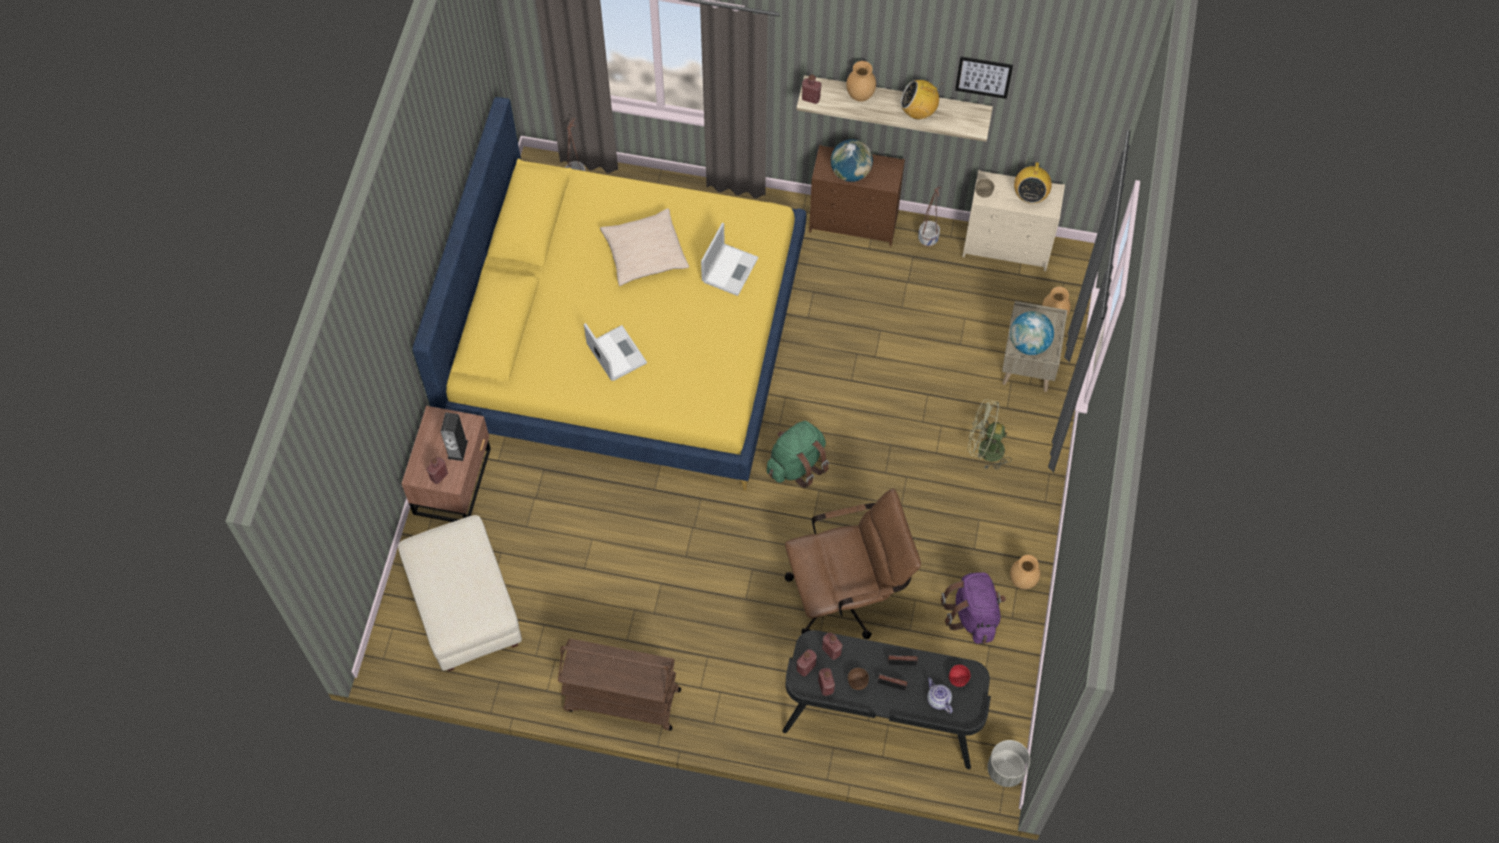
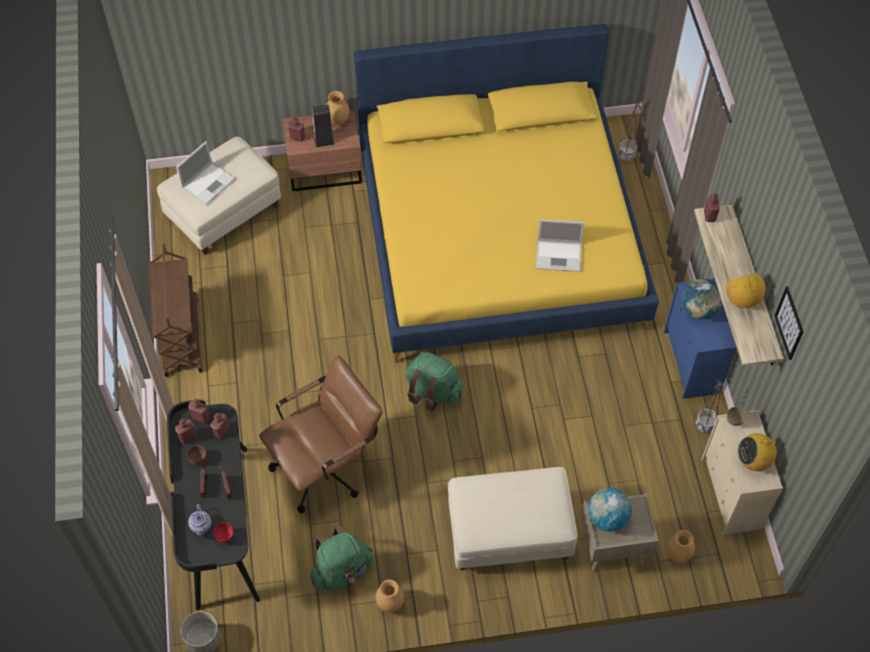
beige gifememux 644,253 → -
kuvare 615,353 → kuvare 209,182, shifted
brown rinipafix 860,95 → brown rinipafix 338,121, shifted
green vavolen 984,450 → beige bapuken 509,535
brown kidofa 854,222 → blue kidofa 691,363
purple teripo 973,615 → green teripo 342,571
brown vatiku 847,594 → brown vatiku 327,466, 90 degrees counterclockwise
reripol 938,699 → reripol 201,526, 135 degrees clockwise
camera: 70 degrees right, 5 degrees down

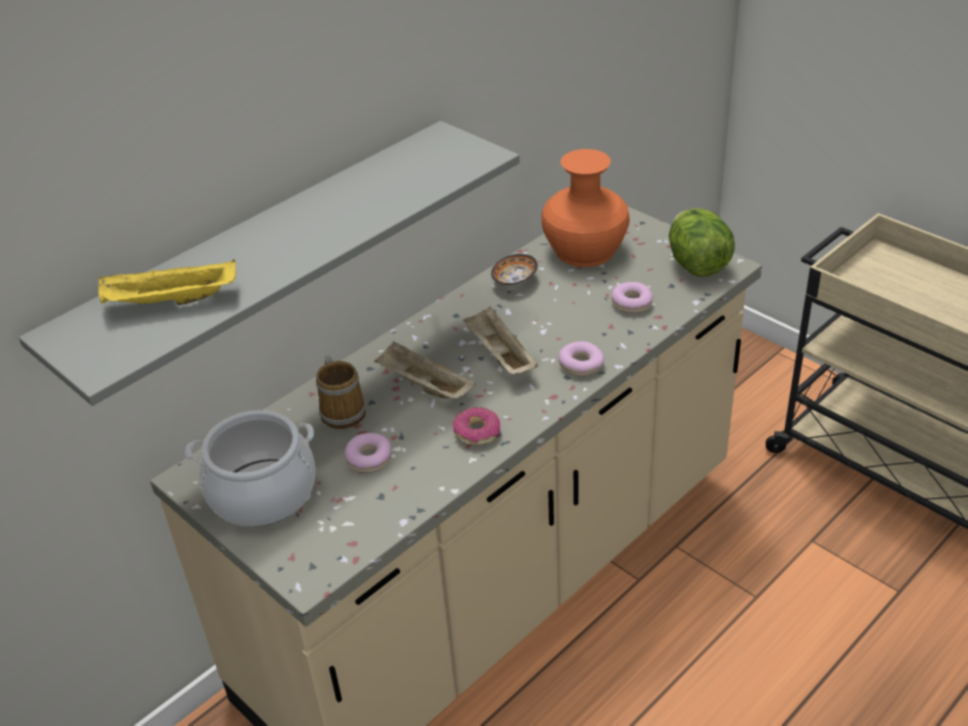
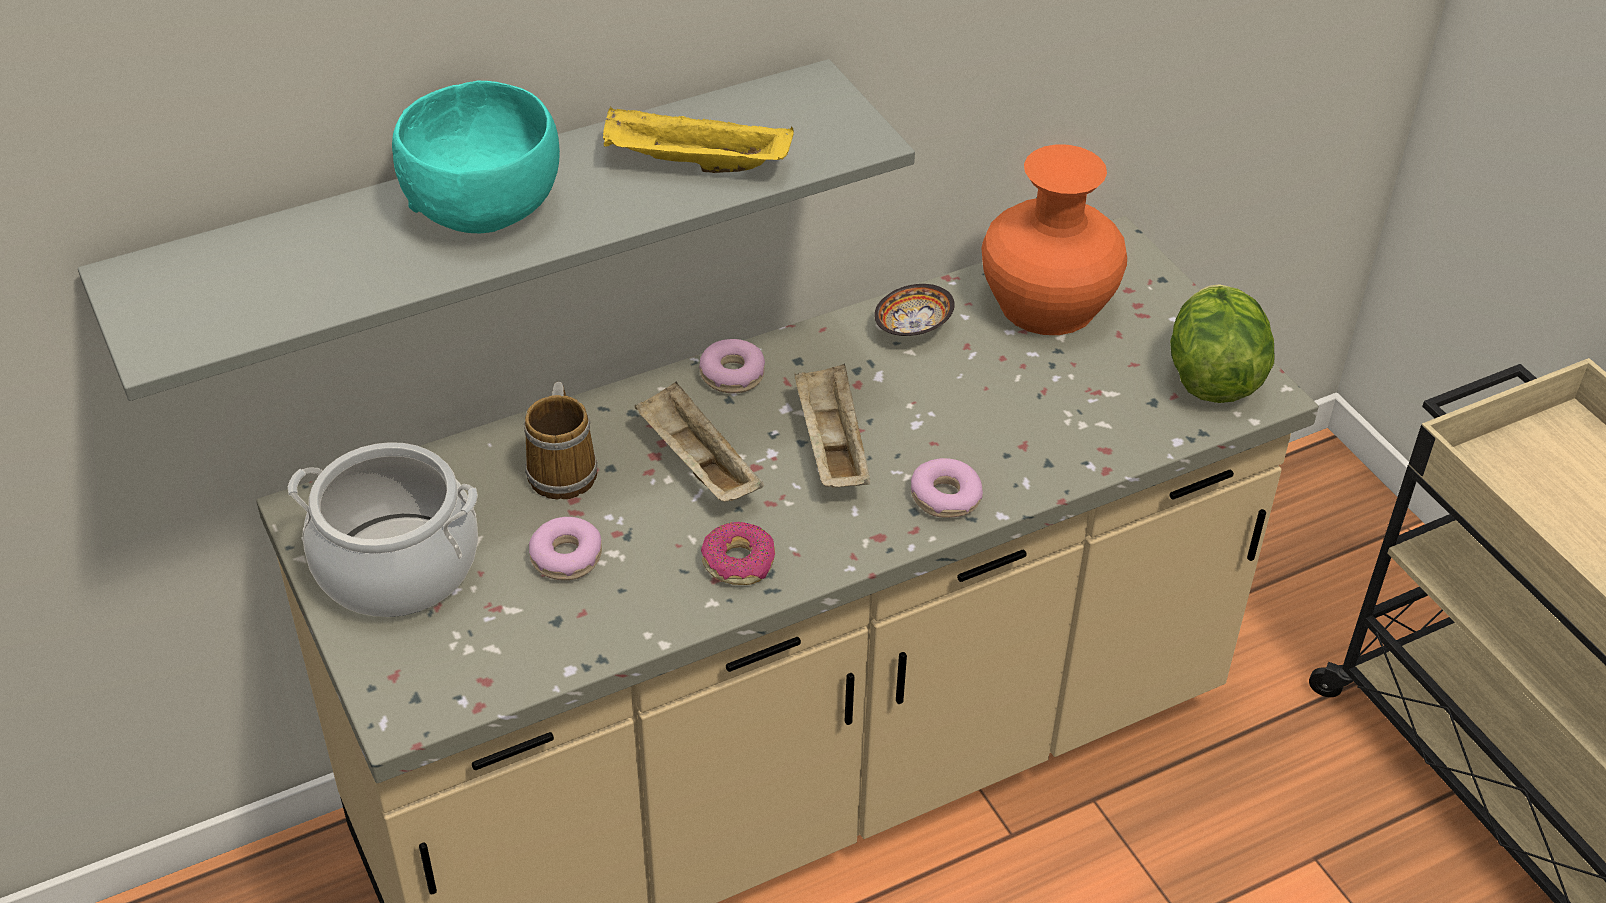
- → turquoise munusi 485,206
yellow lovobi 170,302 → yellow lovobi 694,165, shifted
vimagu 631,303 → vimagu 732,374, shifted
camera: 15 degrees right, 5 degrees up

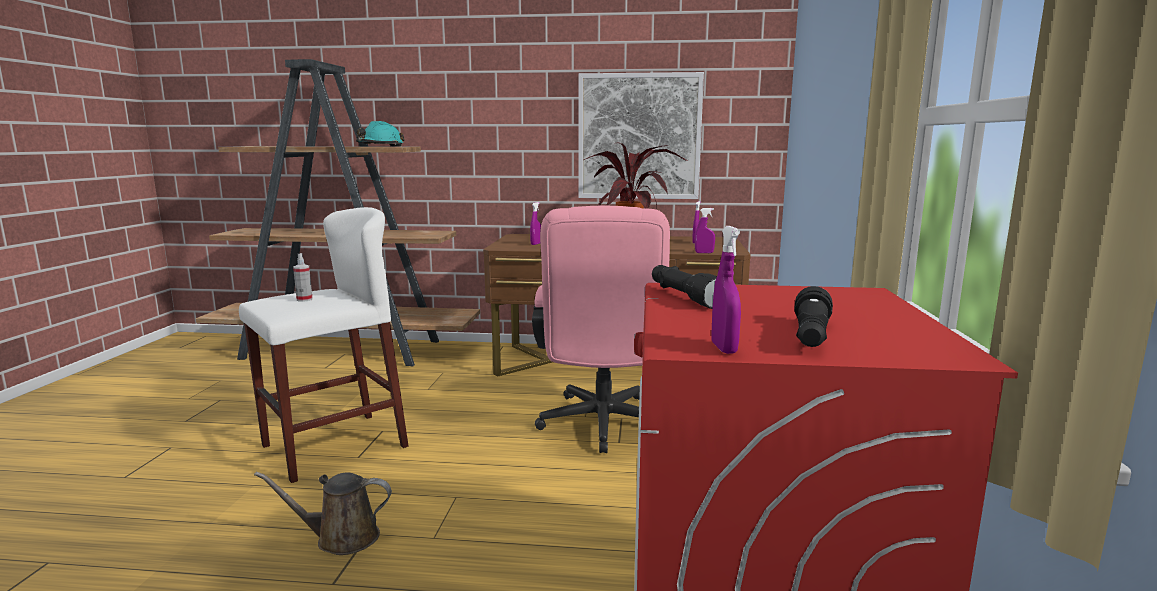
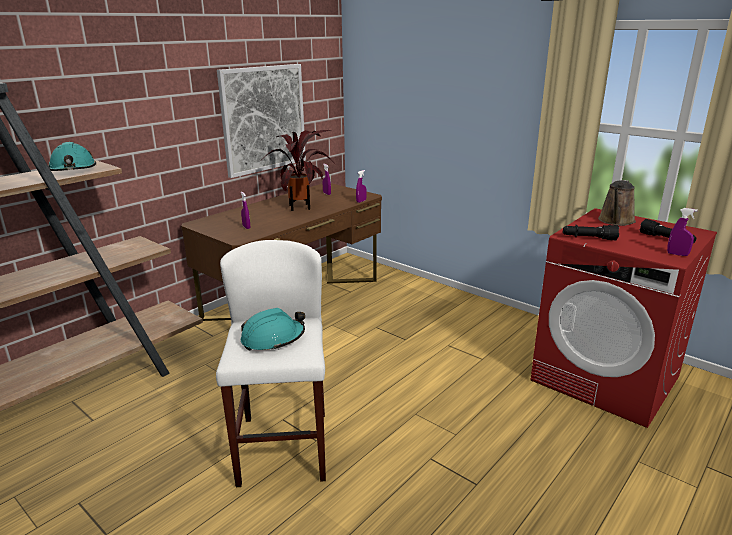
pink vatiku 602,427 → -
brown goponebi 341,538 → brown goponebi 616,221, shifted
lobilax 304,299 → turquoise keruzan 273,339
camera: 55 degrees left, 10 degrees up

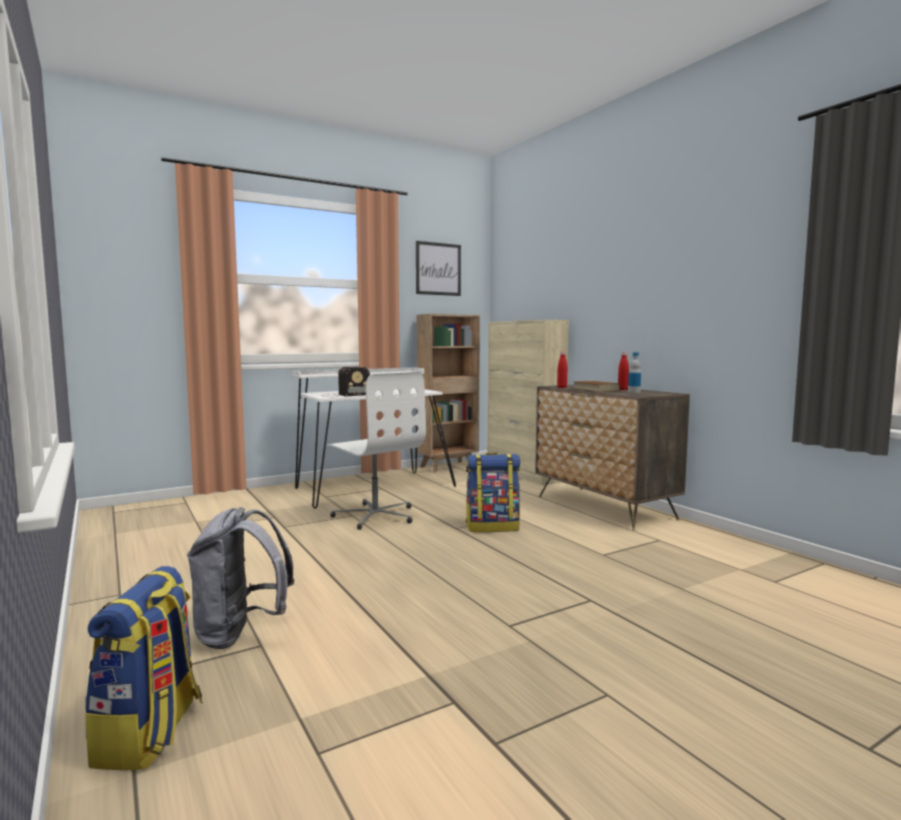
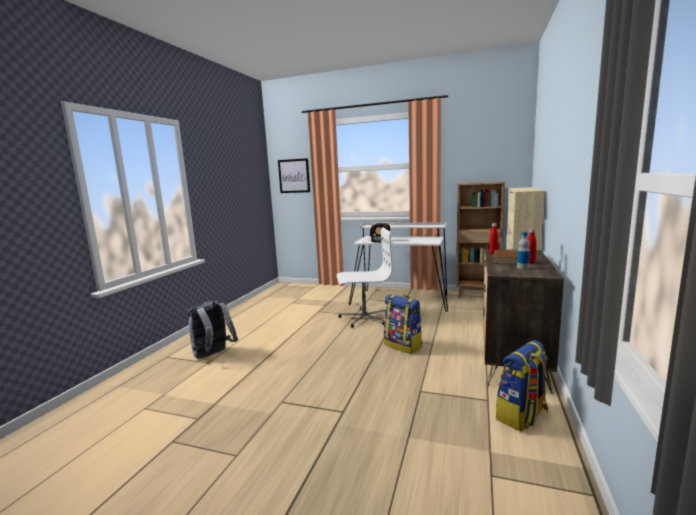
teripo 150,733 → teripo 522,416, shifted
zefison 438,269 → zefison 294,176, shifted
white vatiku 375,516 → white vatiku 364,318, 105 degrees counterclockwise
camera: 50 degrees right, 5 degrees up

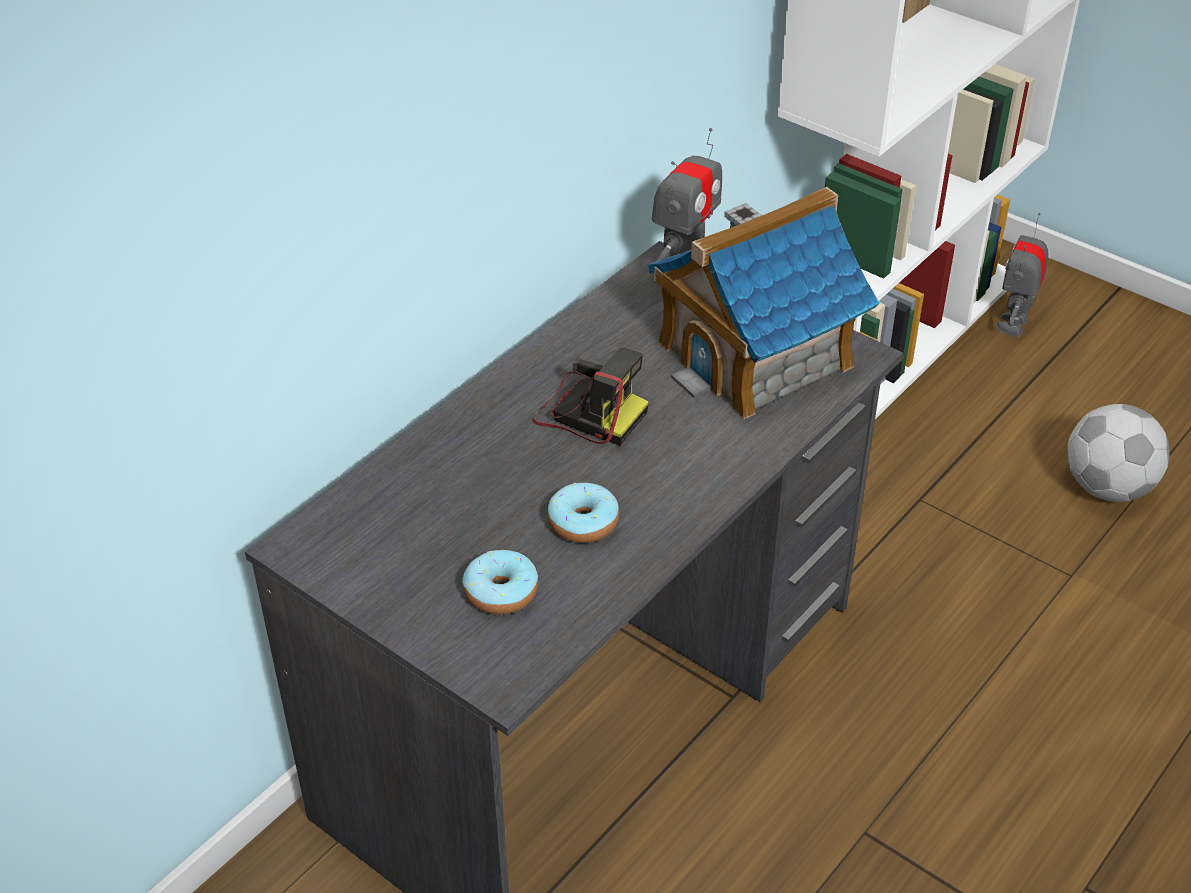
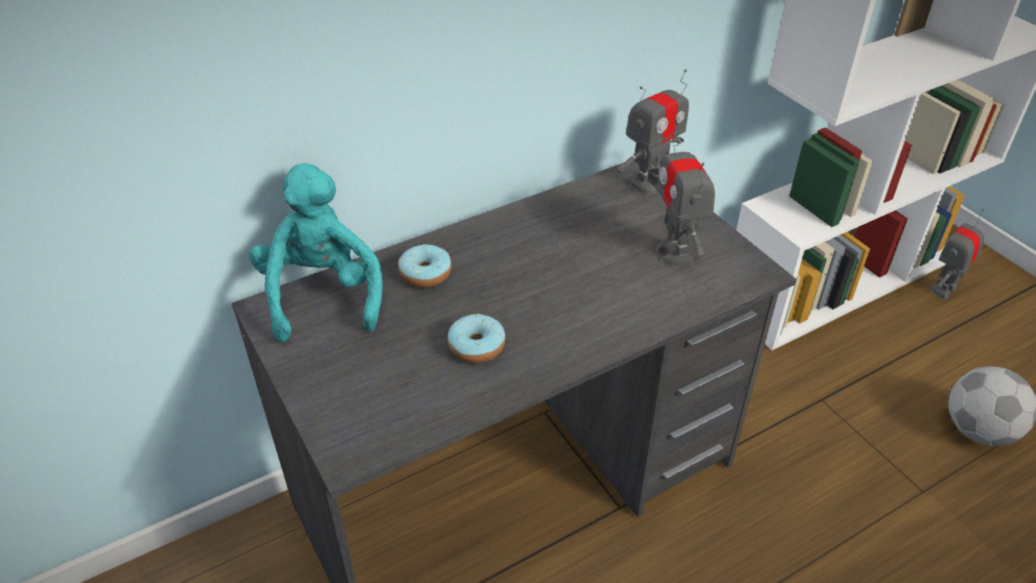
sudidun 588,412 → -
- → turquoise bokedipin 322,295
vimagu 501,592 → vimagu 425,274, shifted
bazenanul 756,355 → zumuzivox 675,253
camera: 20 degrees right, 0 degrees up

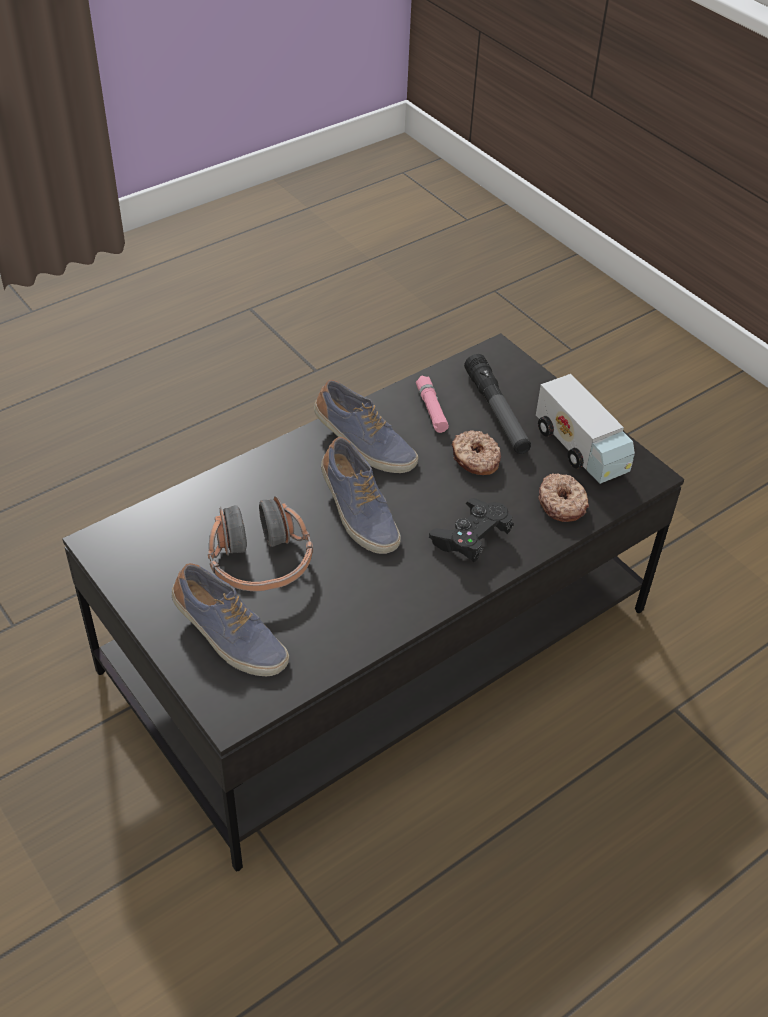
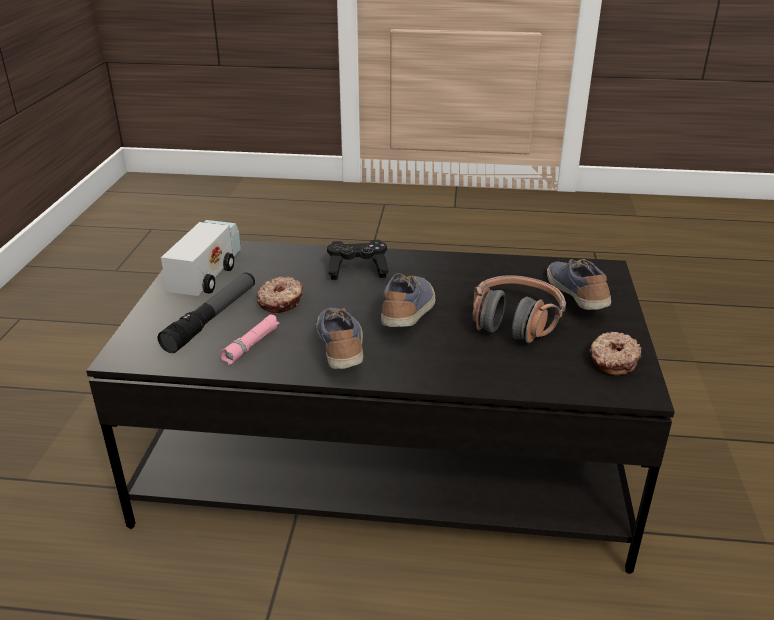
vimagu 562,503 → vimagu 612,360, shifted
camera: 135 degrees left, 15 degrees down

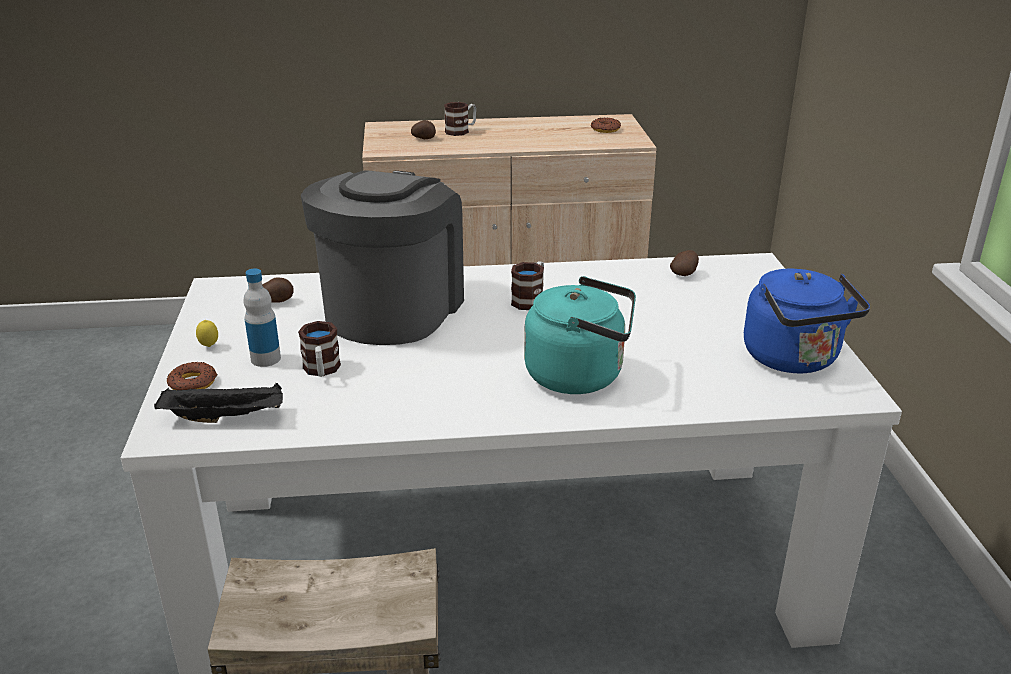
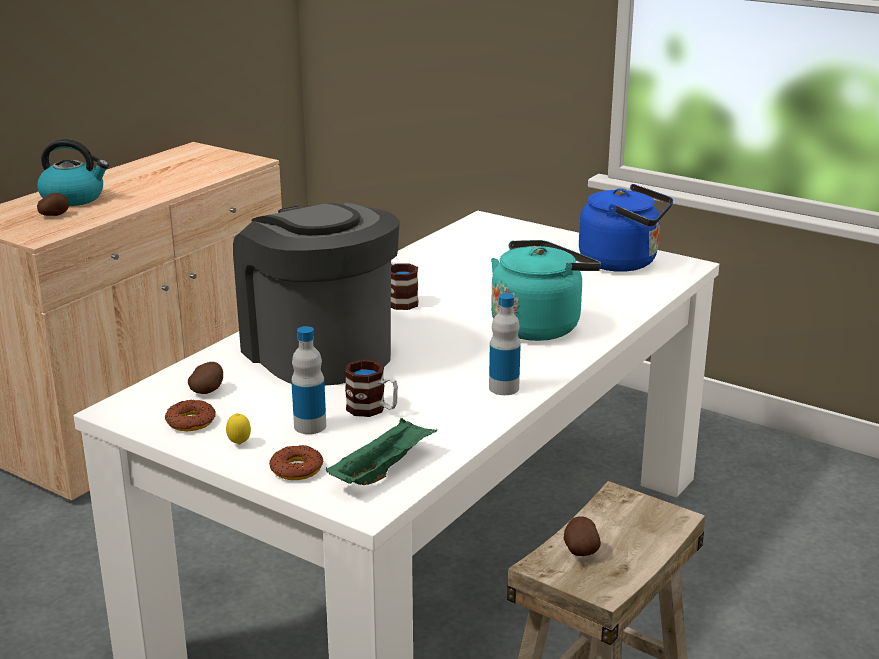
- → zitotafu 504,388
vimagu 605,129 → vimagu 190,422, shifted
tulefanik 684,274 → tulefanik 580,550, shifted
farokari 461,131 → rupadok 74,198
black lovobi 226,417 → green lovobi 382,470
camera: 50 degrees left, 5 degrees down

